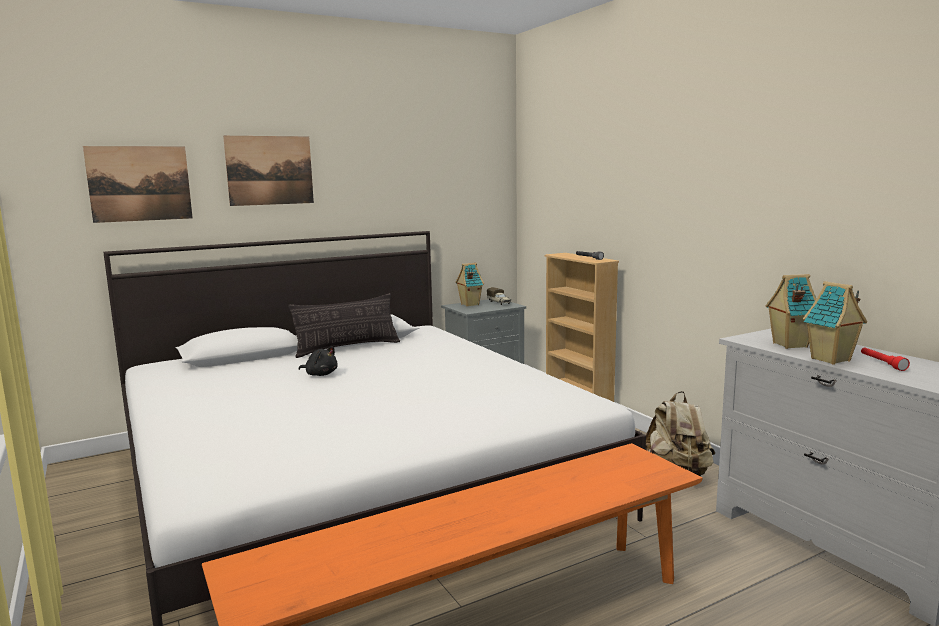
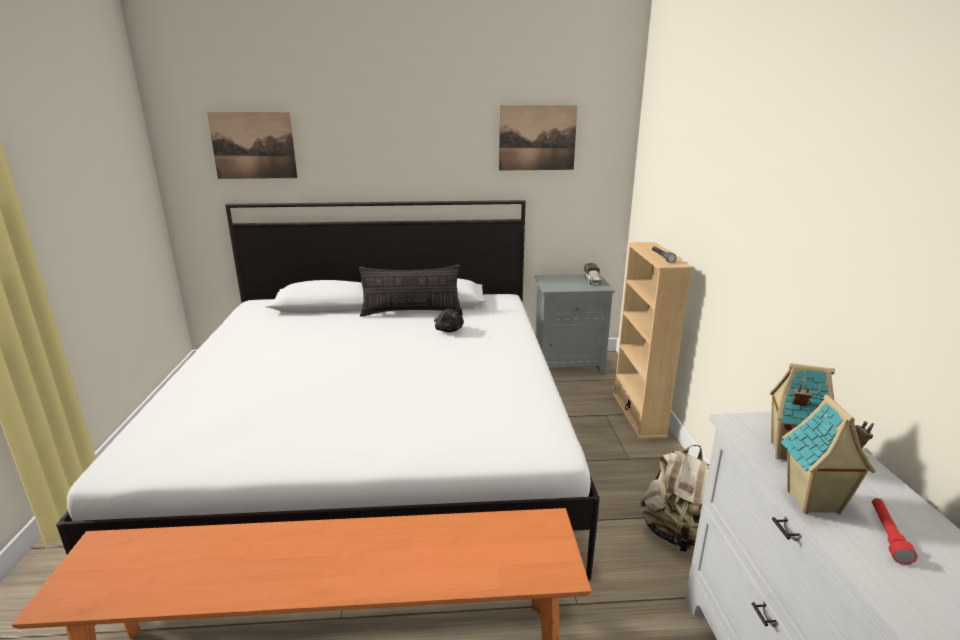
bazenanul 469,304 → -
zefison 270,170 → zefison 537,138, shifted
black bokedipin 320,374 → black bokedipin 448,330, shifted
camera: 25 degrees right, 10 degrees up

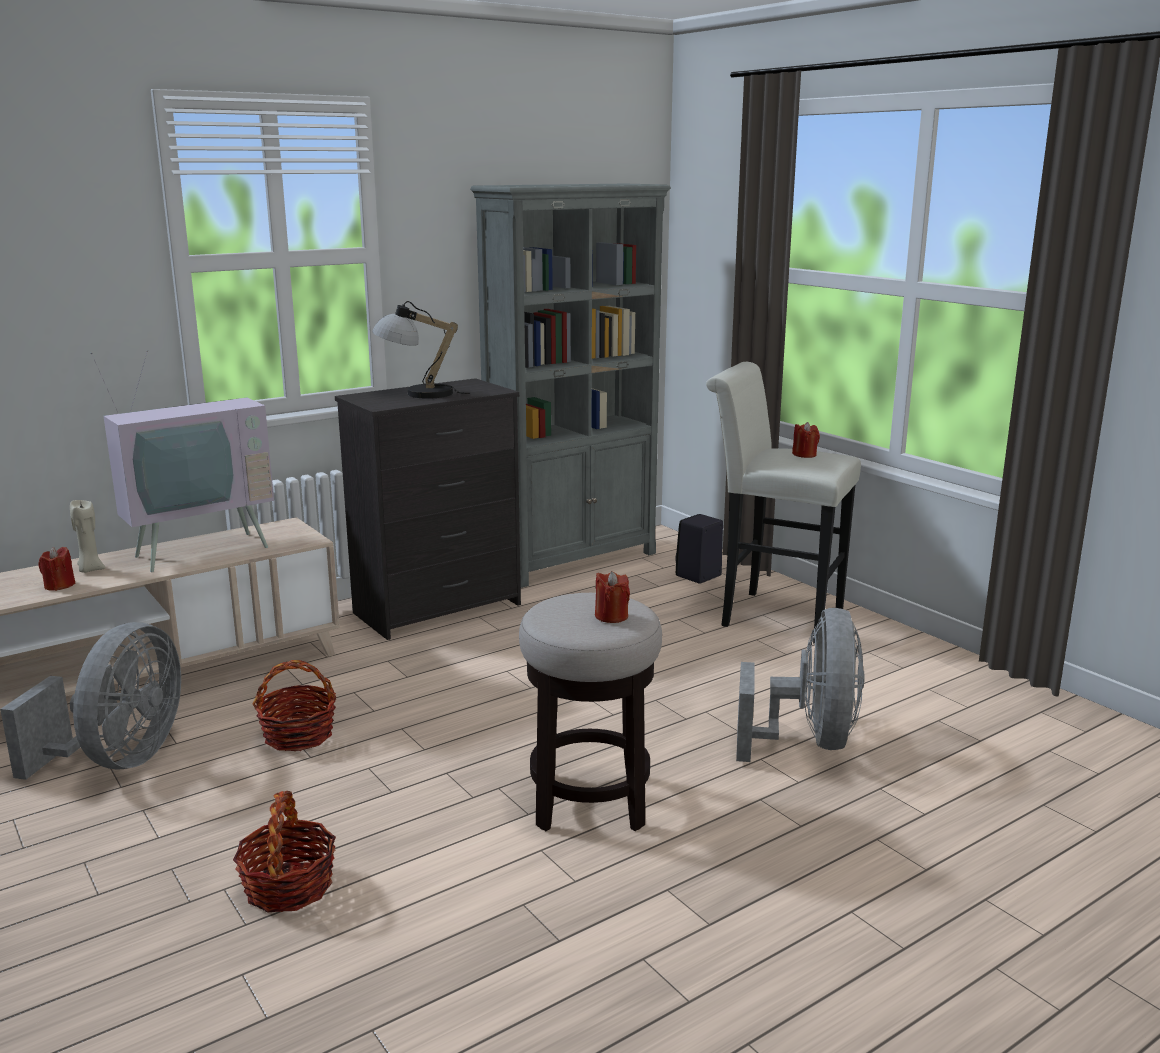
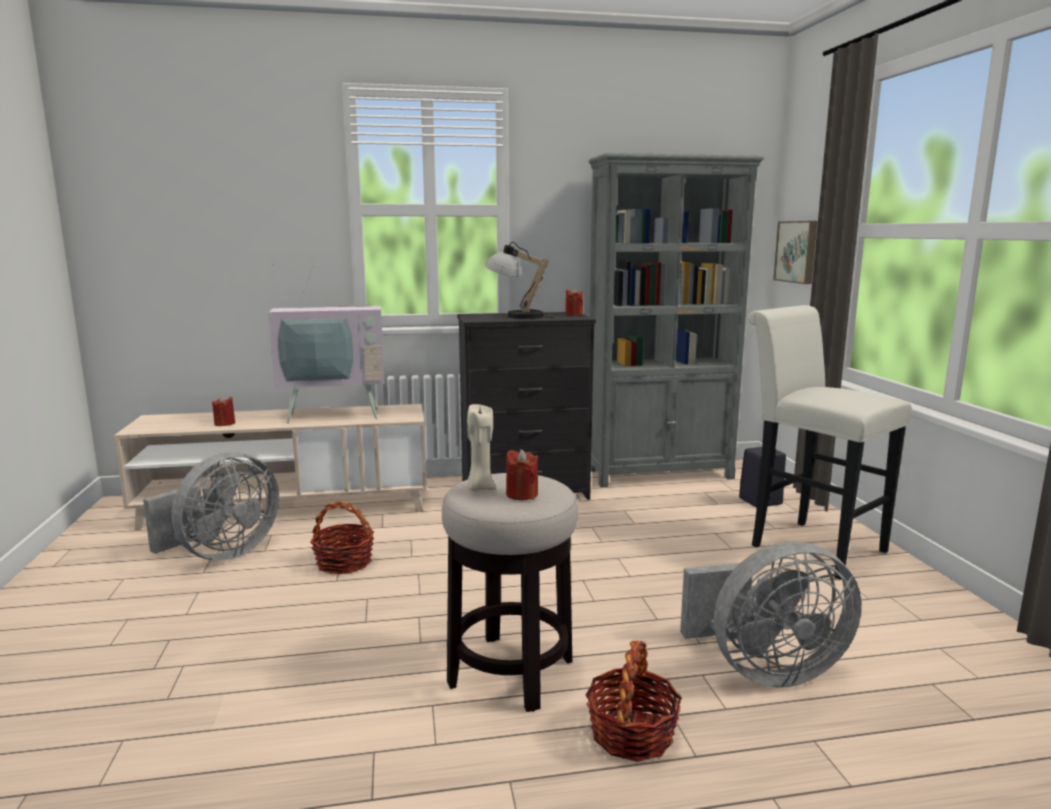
- → zefison 797,251
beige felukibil 90,569 → beige felukibil 480,488, shifted
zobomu 288,886 → zobomu 631,734, shifted
red felukibil 804,455 → red felukibil 574,314, shifted
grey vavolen 809,741 → grey vavolen 765,670, 45 degrees clockwise
camera: 25 degrees right, 5 degrees down

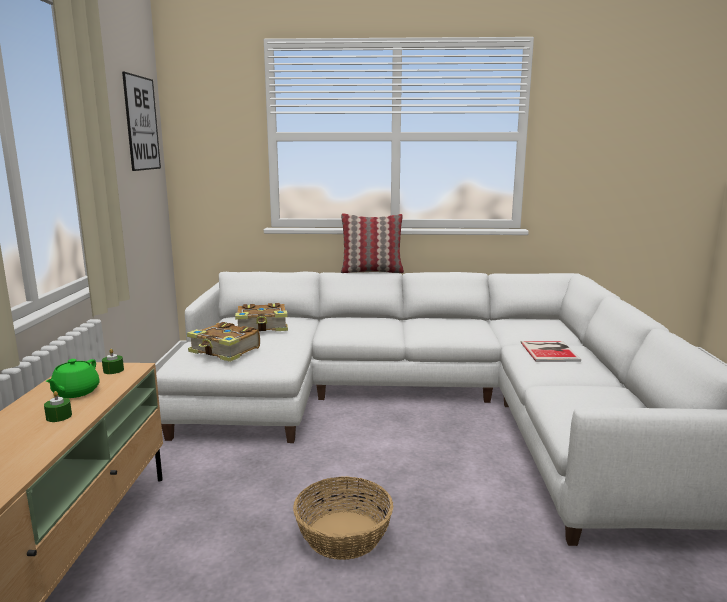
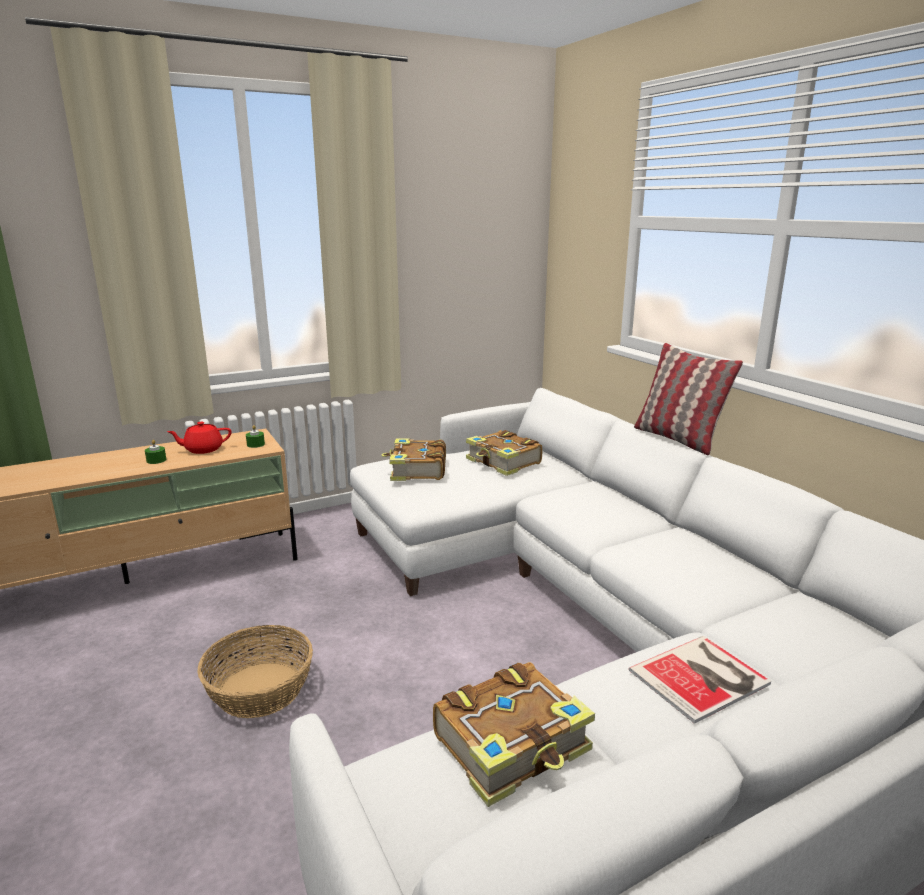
zefison 141,123 → -
- → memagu 513,745
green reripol 75,392 → red reripol 203,449
camera: 60 degrees right, 5 degrees up

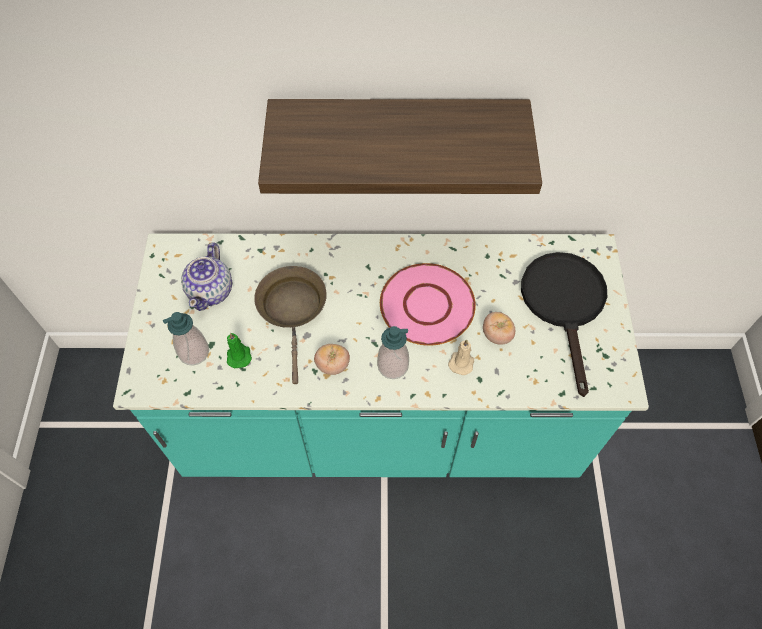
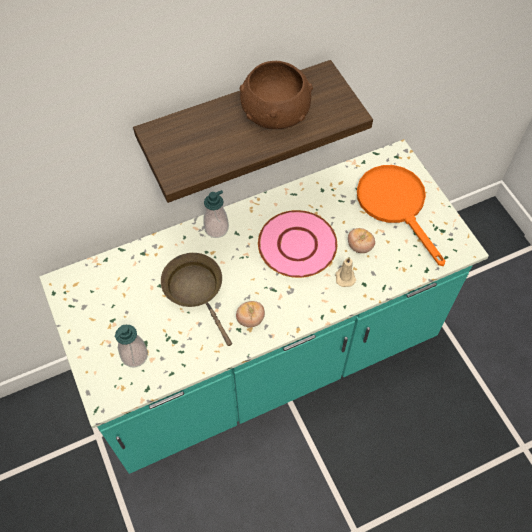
reripol 211,290 → -
green felukibil 239,355 → -
- → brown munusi 275,113
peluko 393,366 → peluko 216,228, shifted
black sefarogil 564,305 → orange sefarogil 396,205
camera: 25 degrees left, 0 degrees up

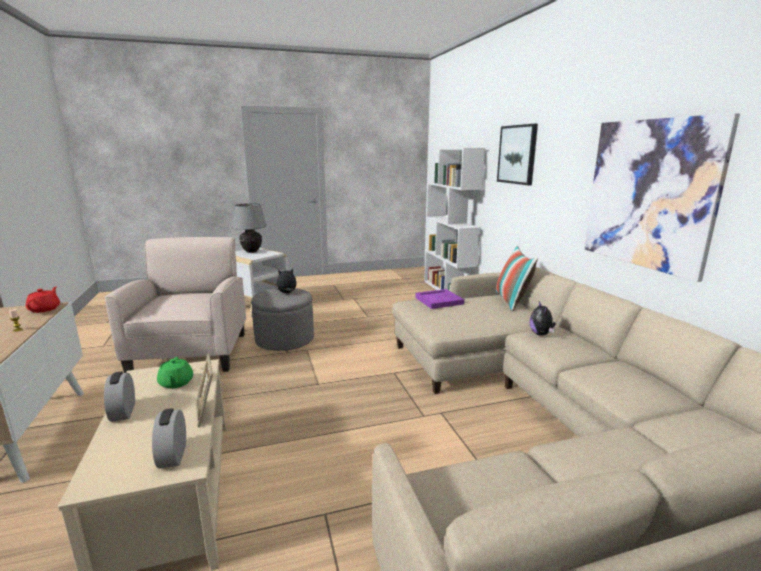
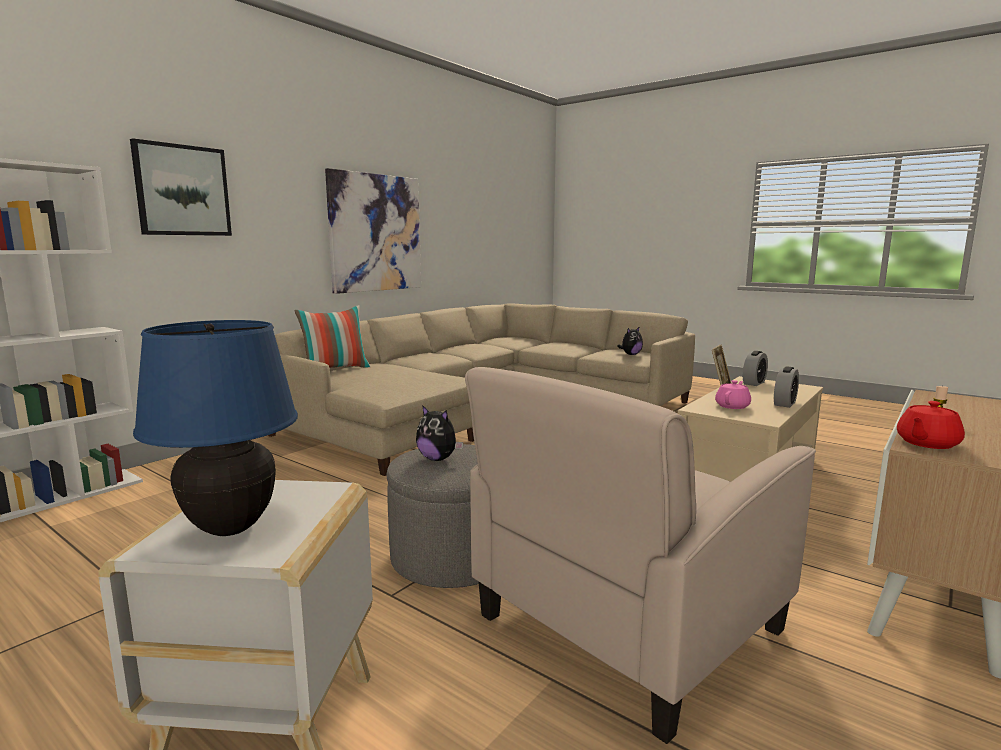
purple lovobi 438,301 → -
bokedipin 541,334 → bokedipin 630,354, shifted
green reripol 176,383 → pink reripol 732,406
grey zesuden 251,252 → blue zesuden 231,528
camera: 125 degrees left, 5 degrees down

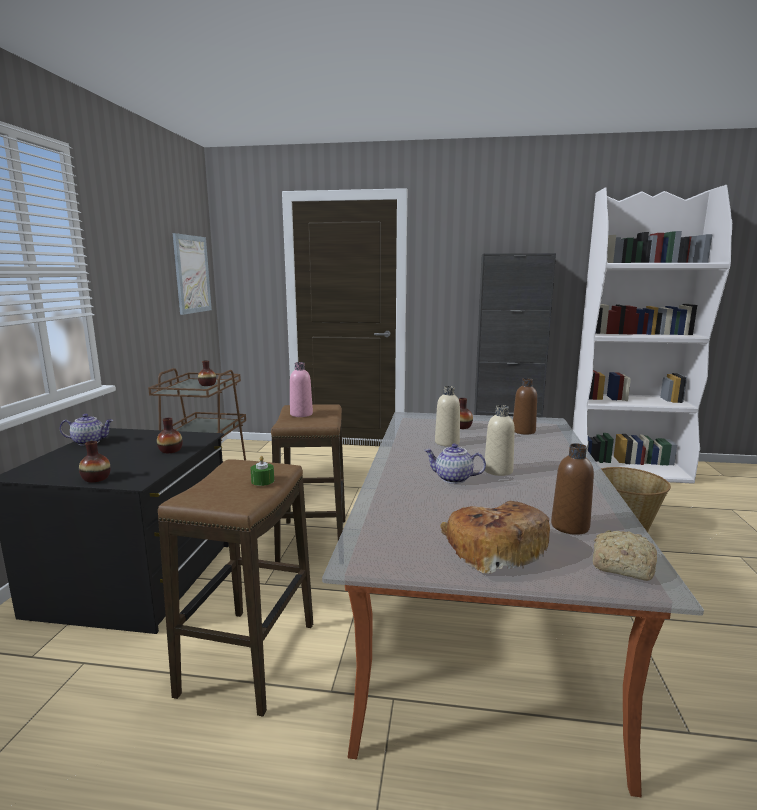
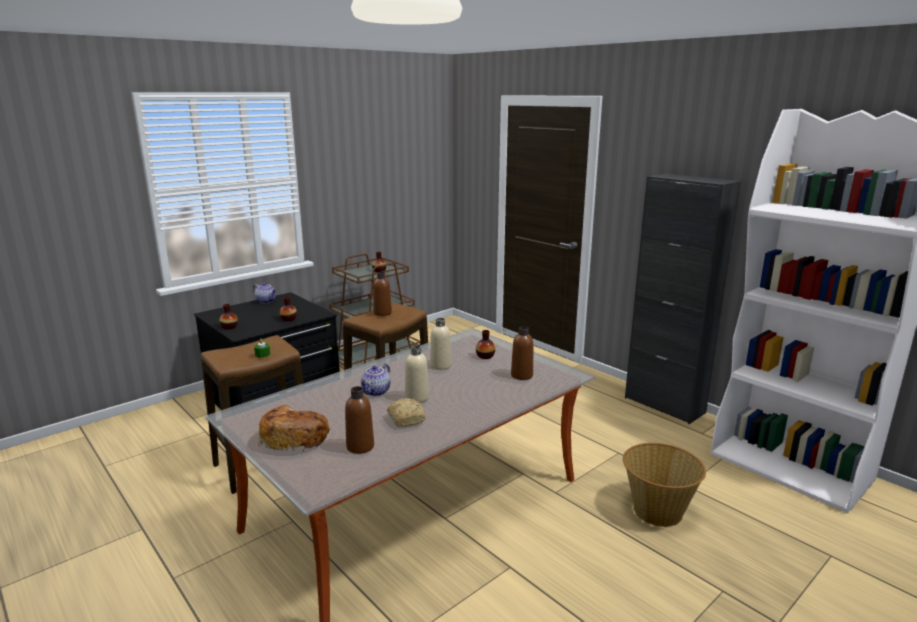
zefison 192,274 → -
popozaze 620,565 → popozaze 406,419, shifted
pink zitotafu 301,414 → brown zitotafu 382,313
reripol 453,479 → reripol 376,392, 120 degrees counterclockwise
camera: 40 degrees right, 5 degrees up

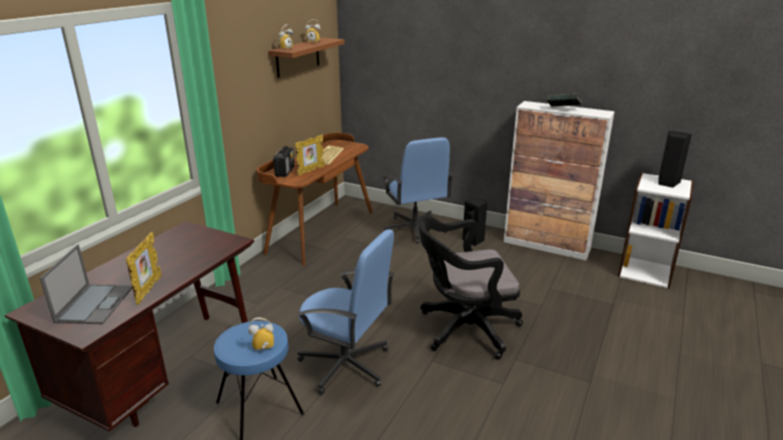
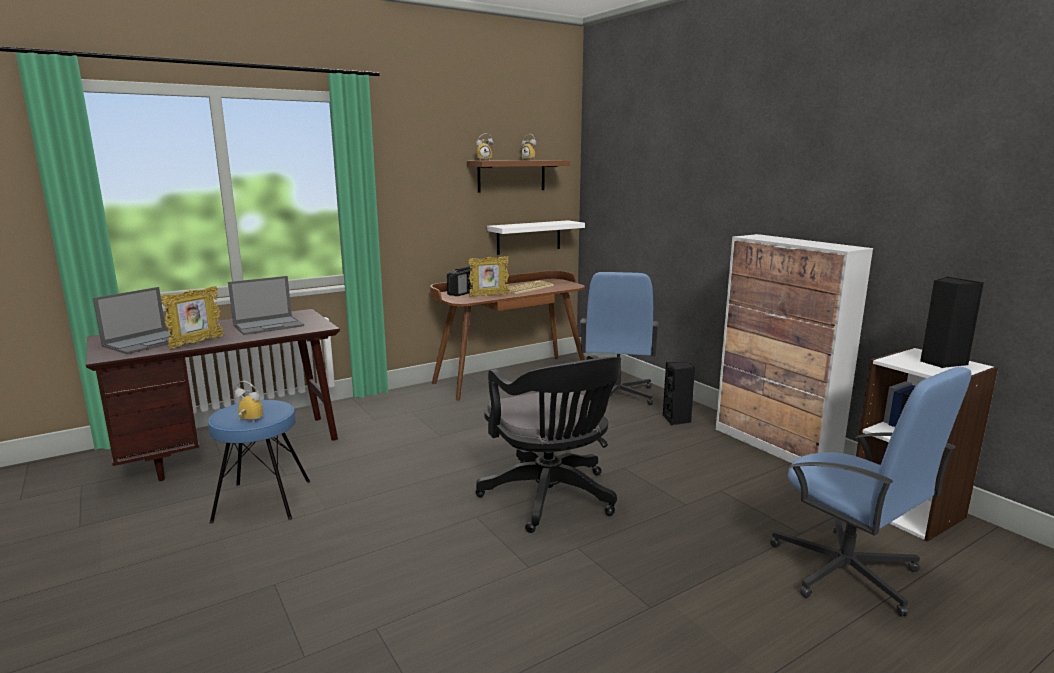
memagu 562,109 → -
- → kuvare 269,325
- → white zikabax 529,237
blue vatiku 346,365 → blue vatiku 846,572, shifted
black vatiku 463,329 → black vatiku 551,499, 135 degrees counterclockwise
camera: 30 degrees right, 10 degrees down

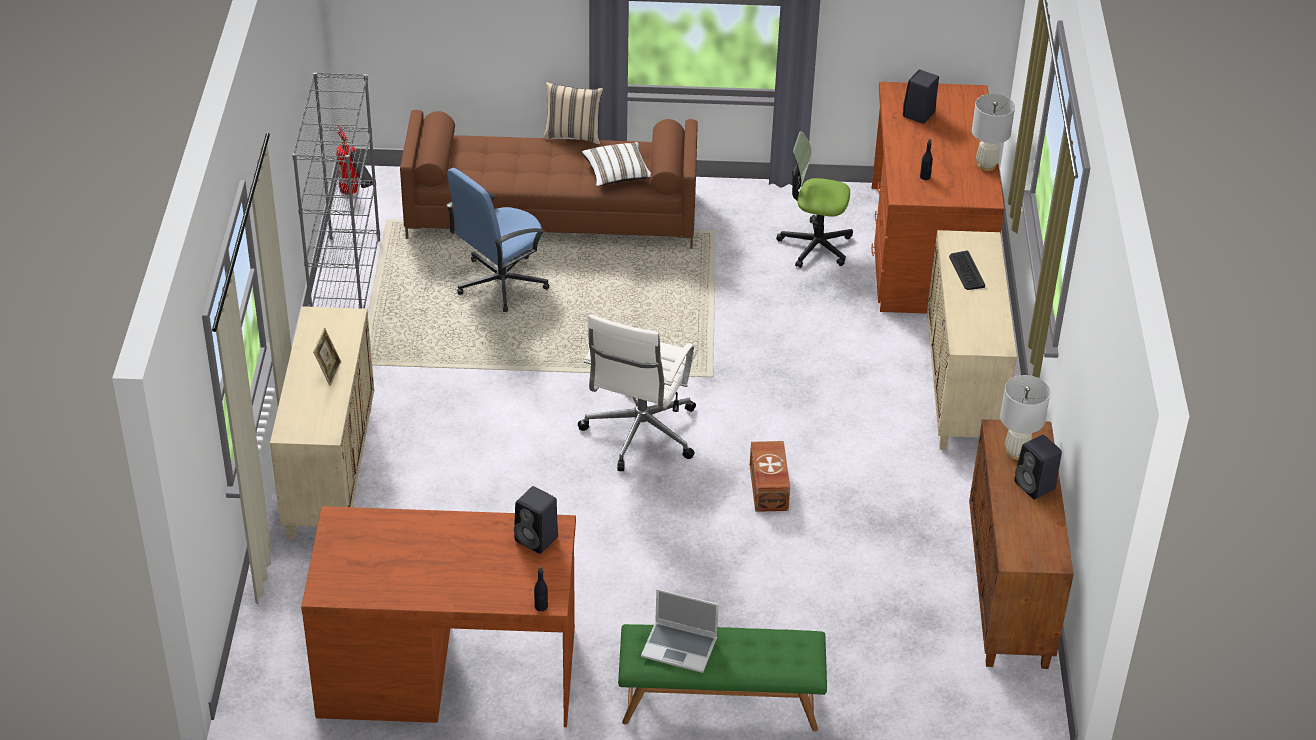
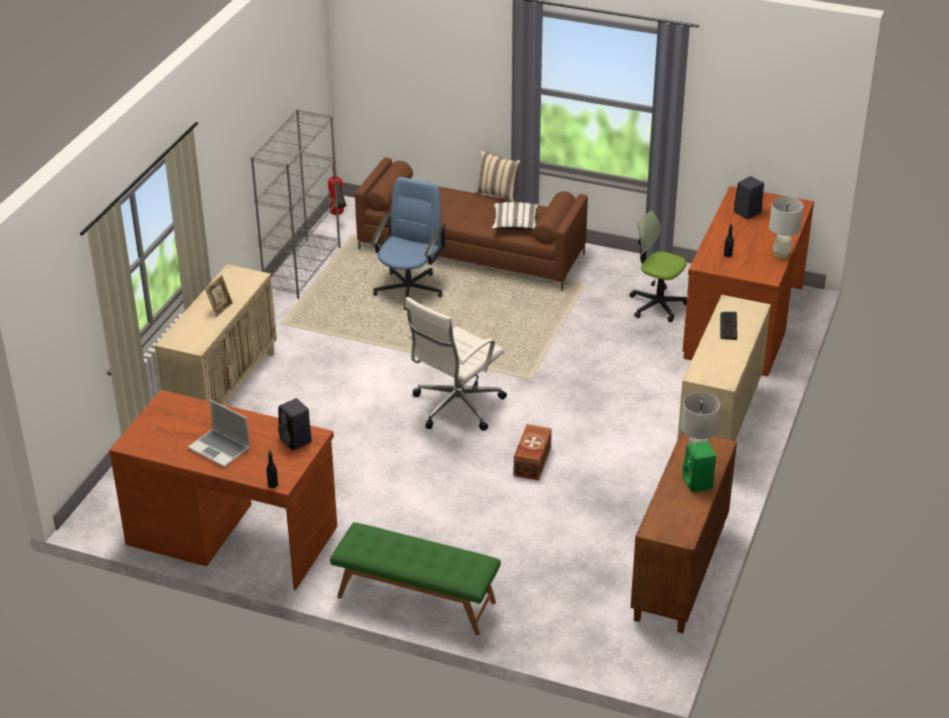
kuvare 680,647 → kuvare 220,449, shifted
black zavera 1036,486 → green zavera 698,483
blue vatiku 500,283 → blue vatiku 409,289, 135 degrees clockwise
camera: 20 degrees right, 5 degrees down

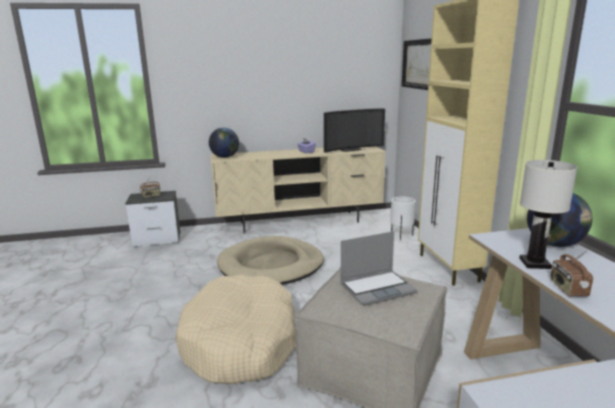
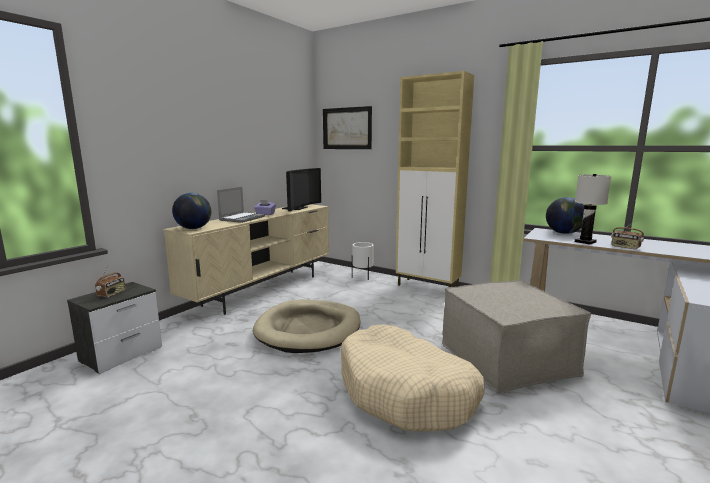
kuvare 377,288 → kuvare 242,218, shifted
camera: 45 degrees left, 5 degrees down

